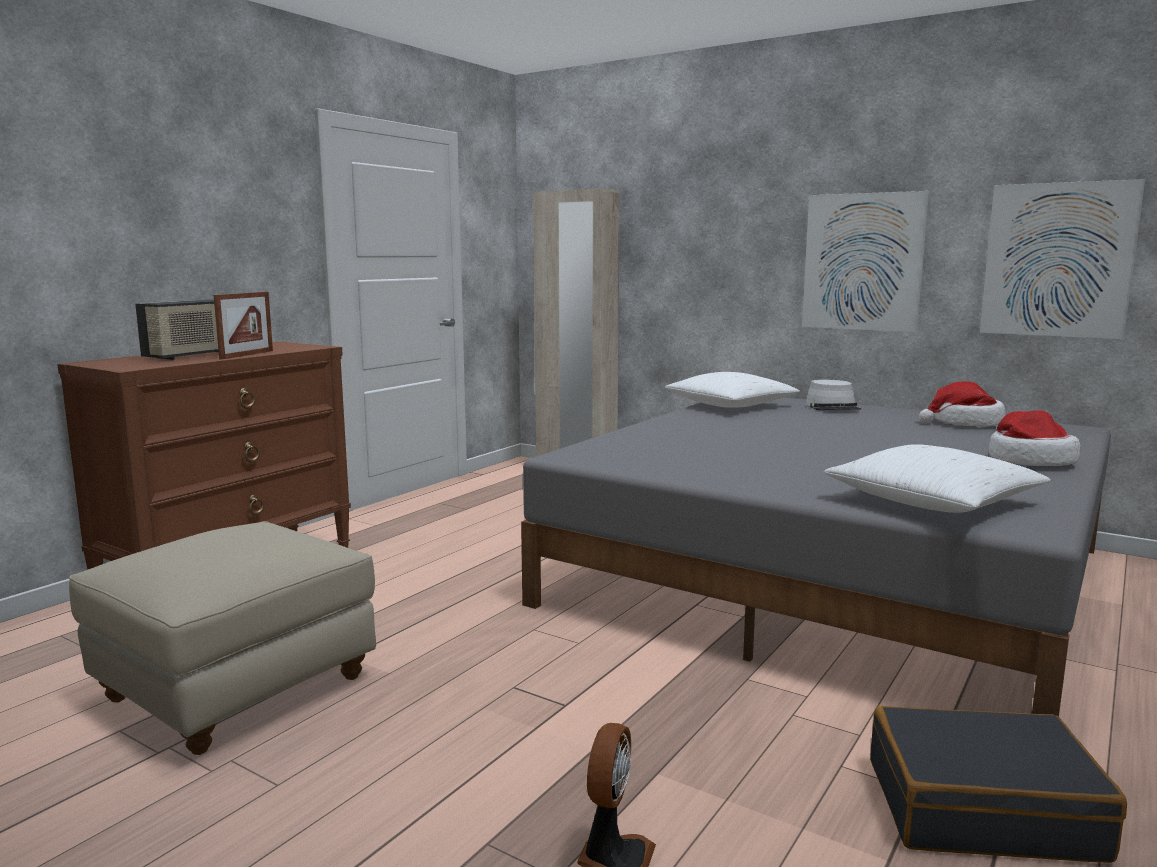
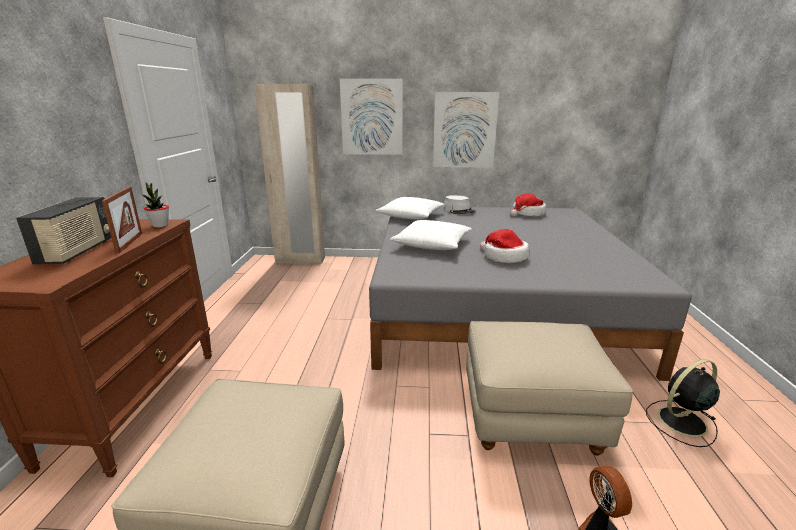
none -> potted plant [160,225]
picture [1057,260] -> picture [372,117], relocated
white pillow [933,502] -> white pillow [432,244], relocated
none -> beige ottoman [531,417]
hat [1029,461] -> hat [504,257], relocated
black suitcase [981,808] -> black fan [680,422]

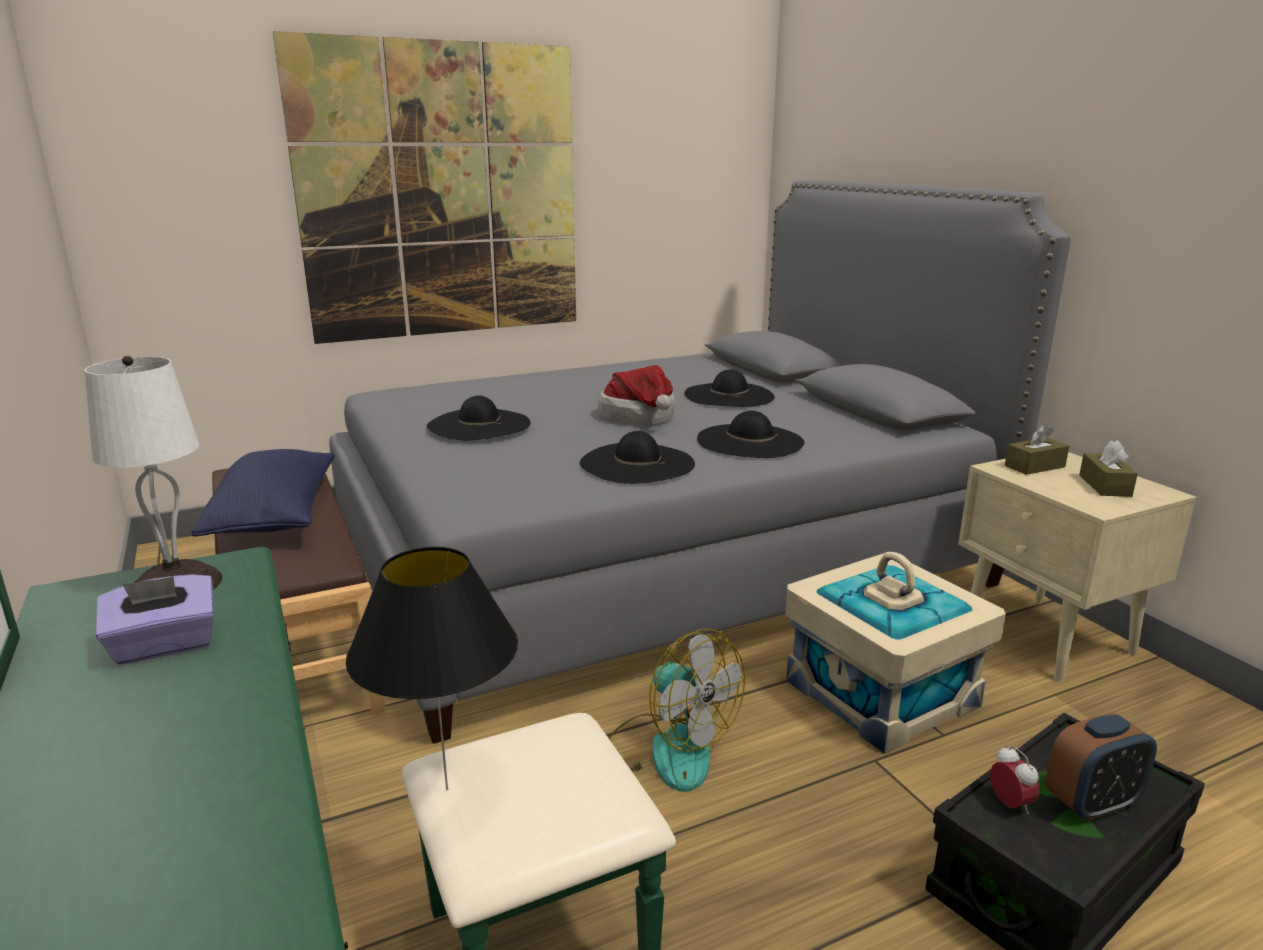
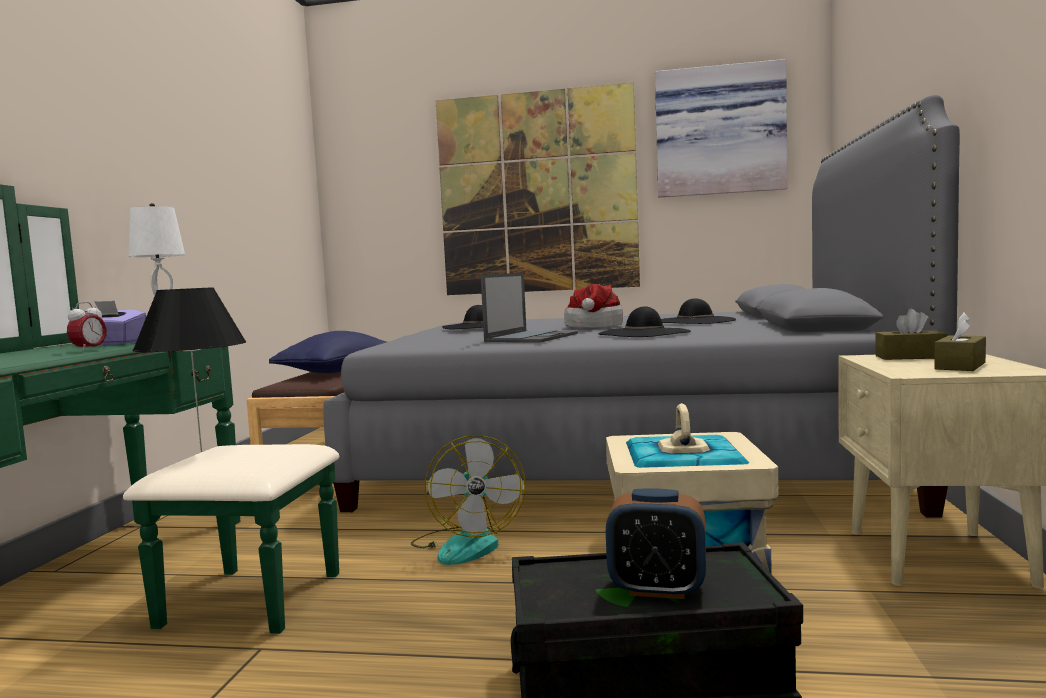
alarm clock [1010,804] -> alarm clock [89,350], relocated
black hat [637,463] -> laptop [532,337]
none -> picture [719,131]

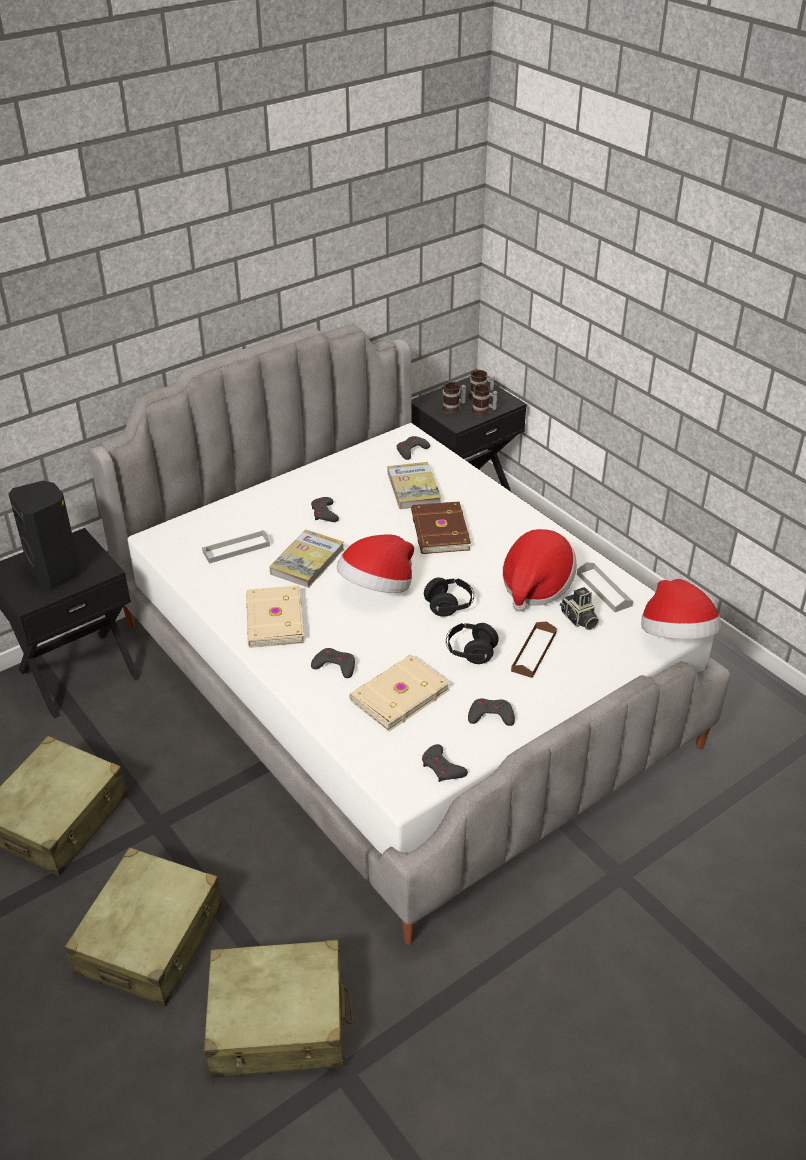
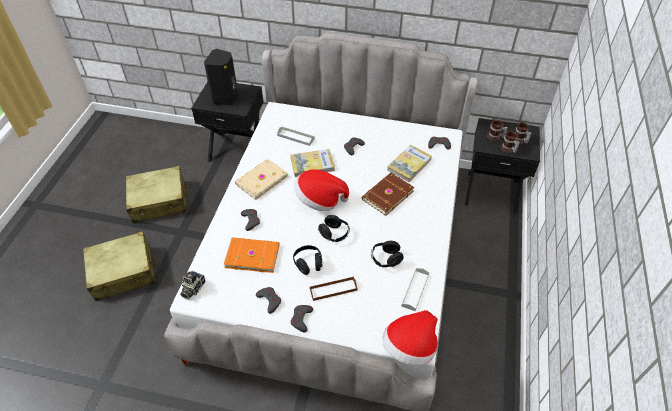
photo camera [578,620] -> photo camera [192,289], relocated
beige book [398,694] -> orange book [252,255]
grey game controller [442,768] -> grey game controller [301,319], relocated
hat [535,586] -> black headphones [386,259]
beige suitcase [279,1022] -> none

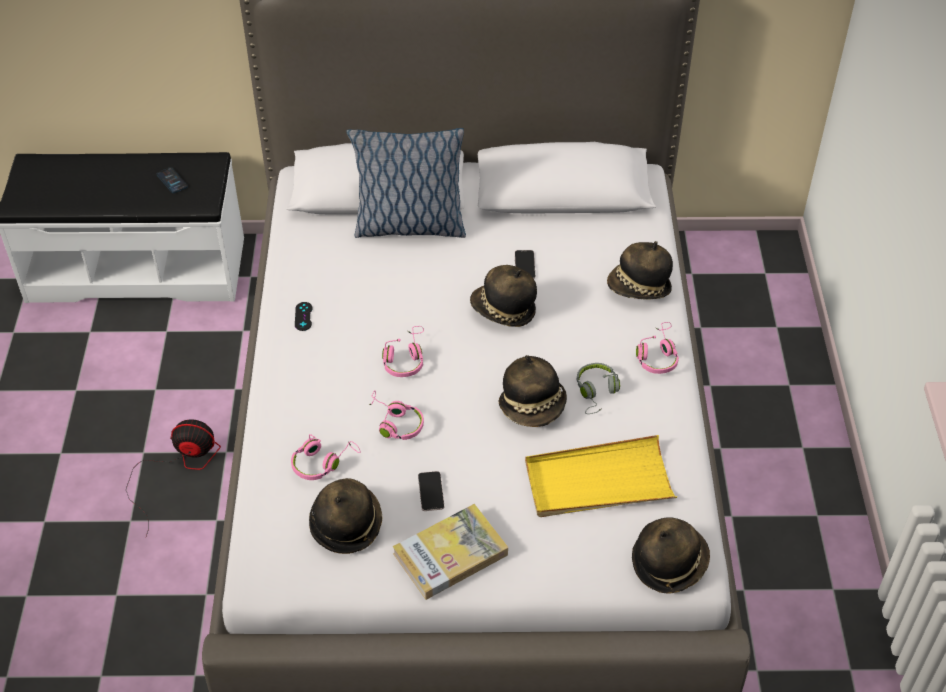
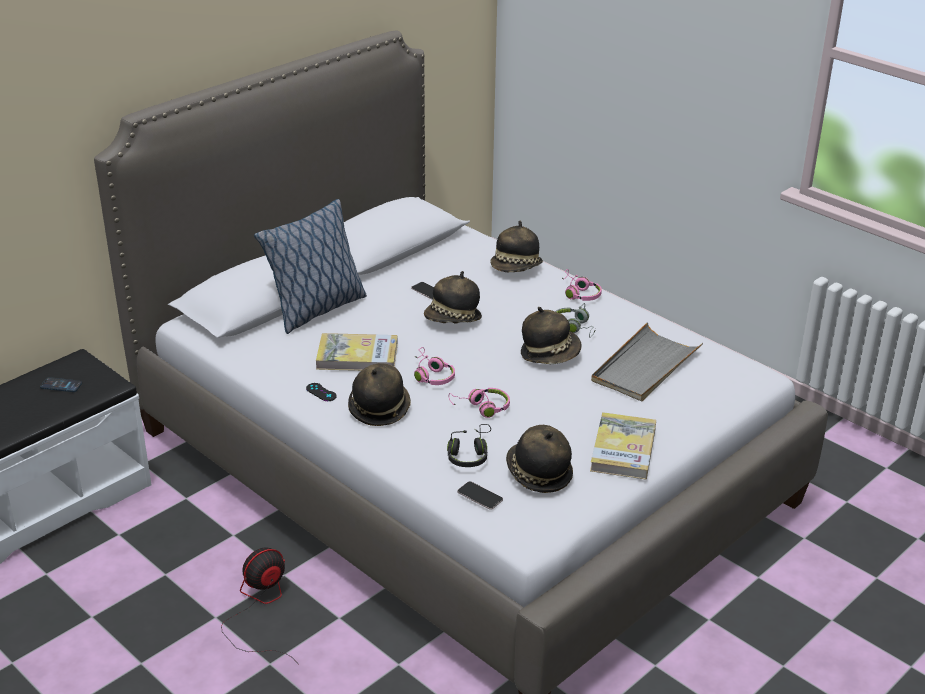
none -> book [357,356]
hat [669,562] -> hat [379,408], relocated
pink headphones [322,462] -> black headphones [469,454]
phone [431,491] -> phone [480,496], relocated
yellow tray [598,481] -> grey tray [645,367]

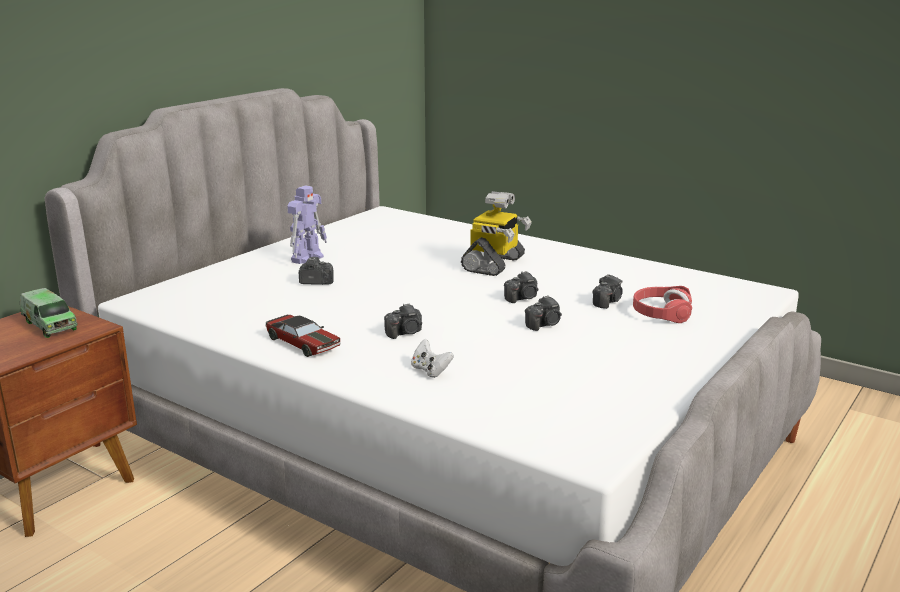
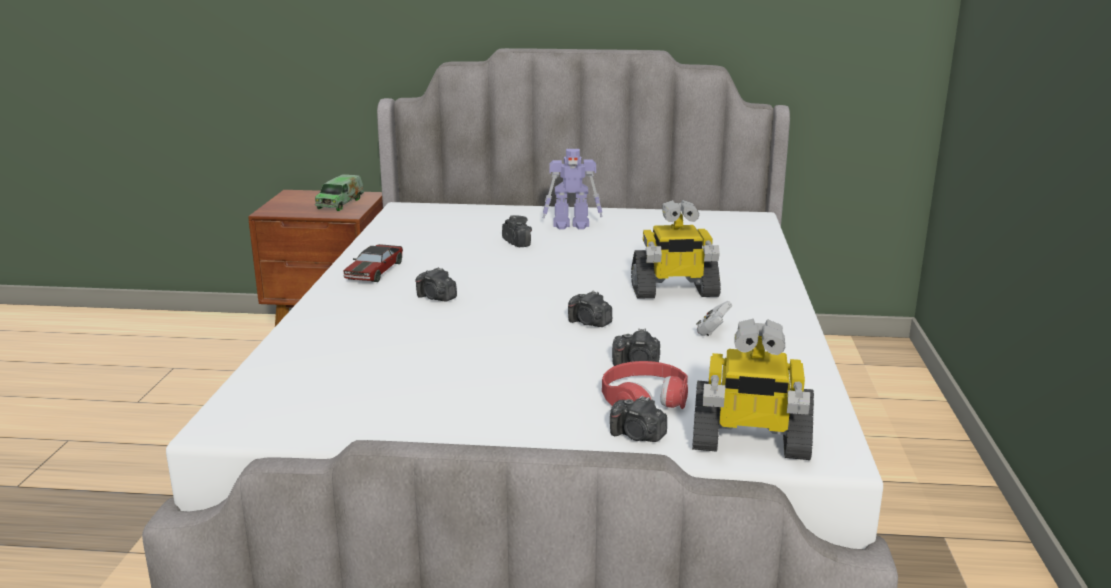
photo camera [544,325] -> photo camera [637,436], relocated
none -> toy robot [749,442]
white game controller [430,371] -> white game controller [712,331], relocated

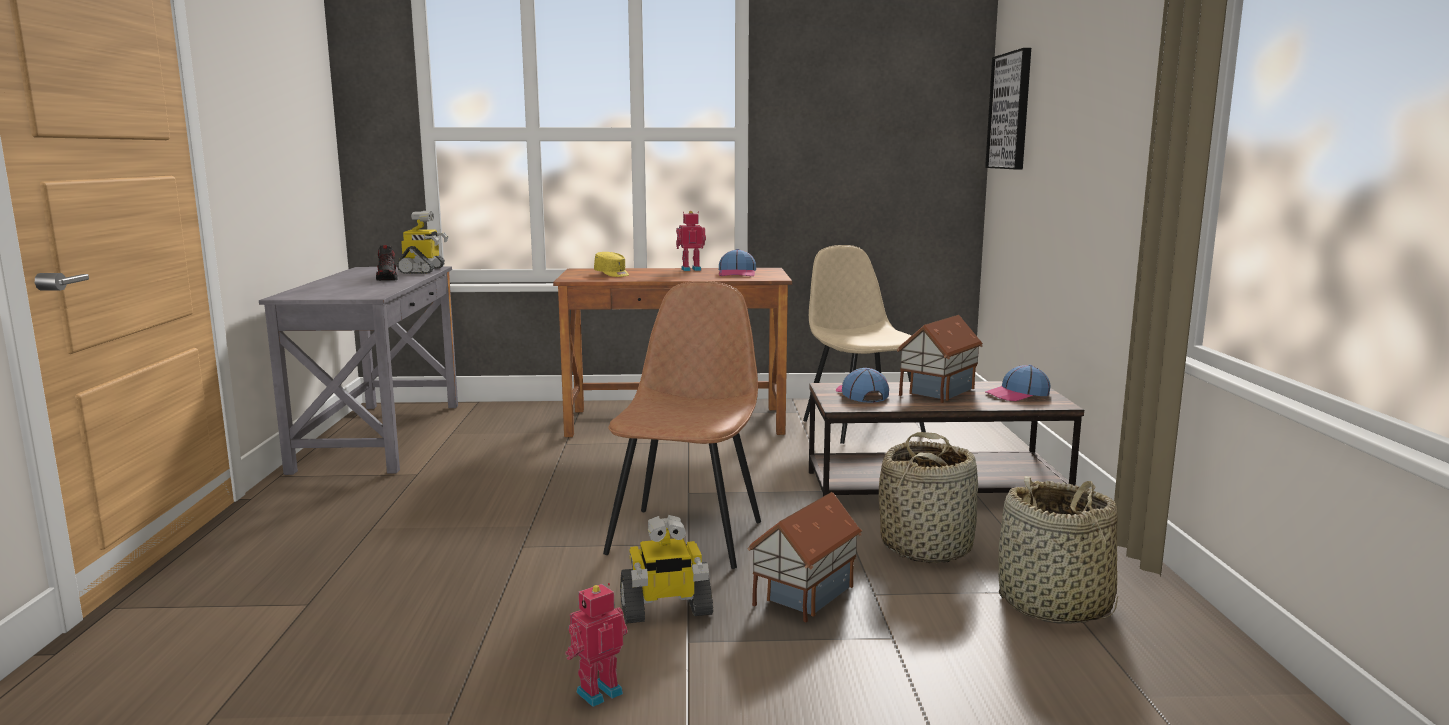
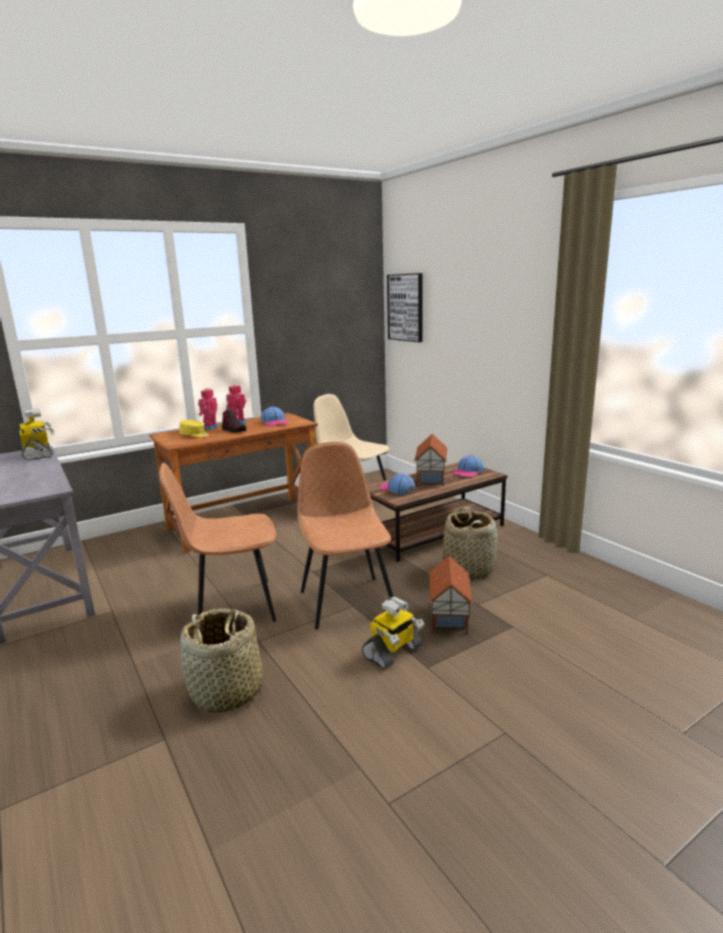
none -> brown chair [232,606]
basket [1054,604] -> basket [227,692], relocated
toy robot [597,691] -> toy robot [210,427], relocated
shoe [387,279] -> shoe [234,430], relocated

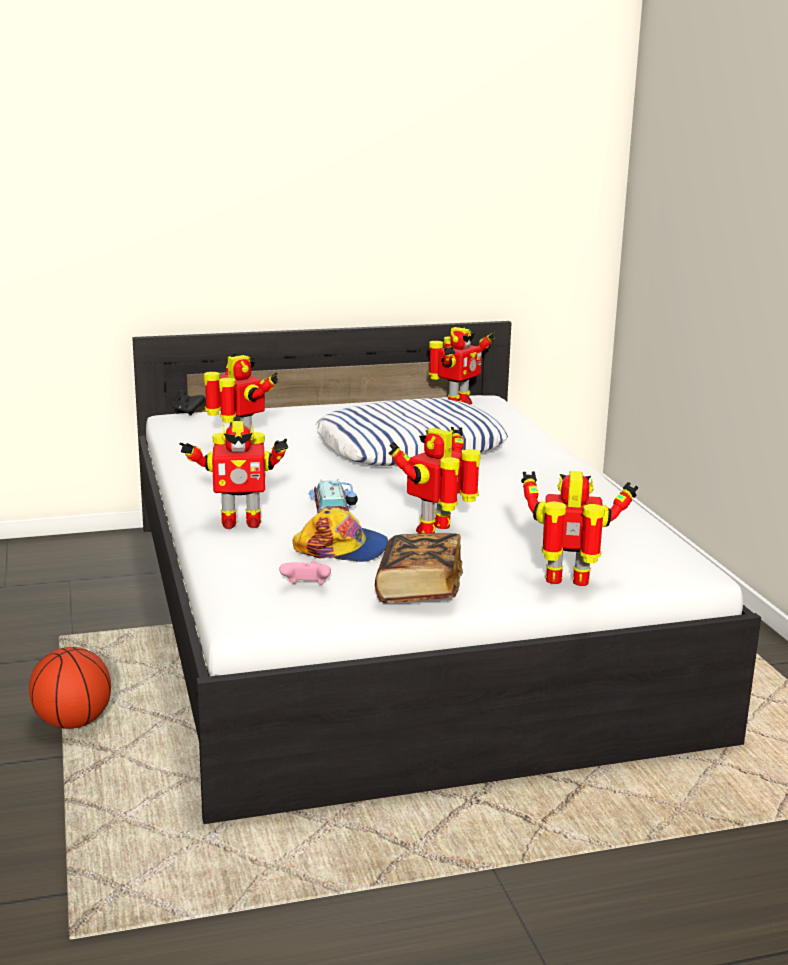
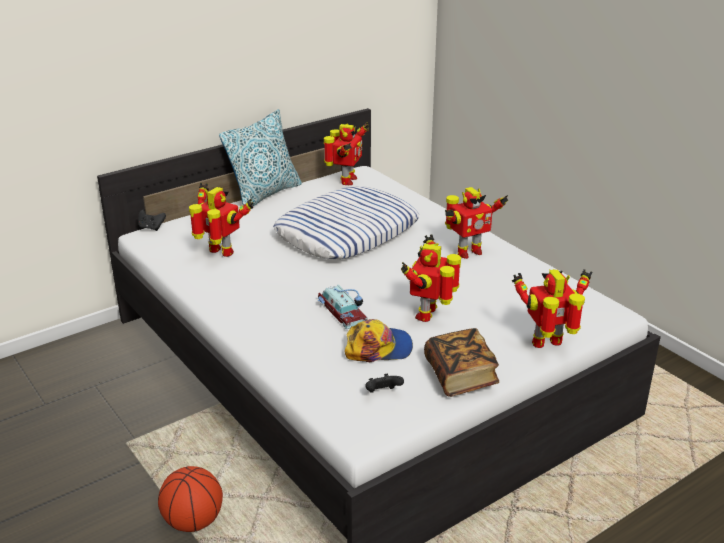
none -> pillow [264,194]
pink game controller [306,587] -> black game controller [382,393]
toy robot [239,522] -> toy robot [467,252], relocated

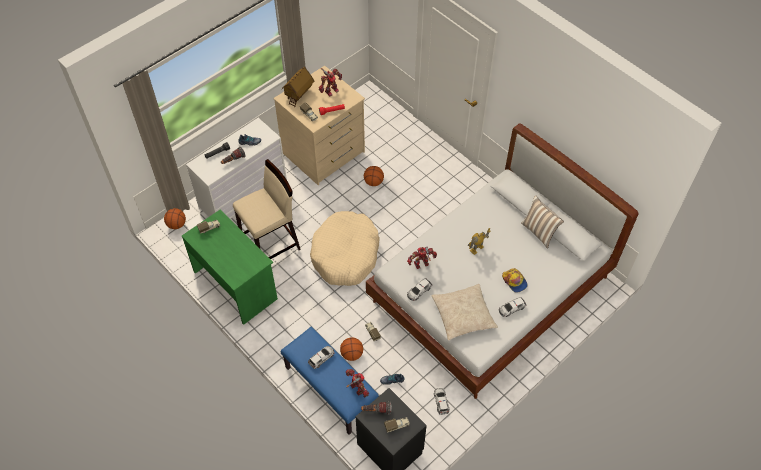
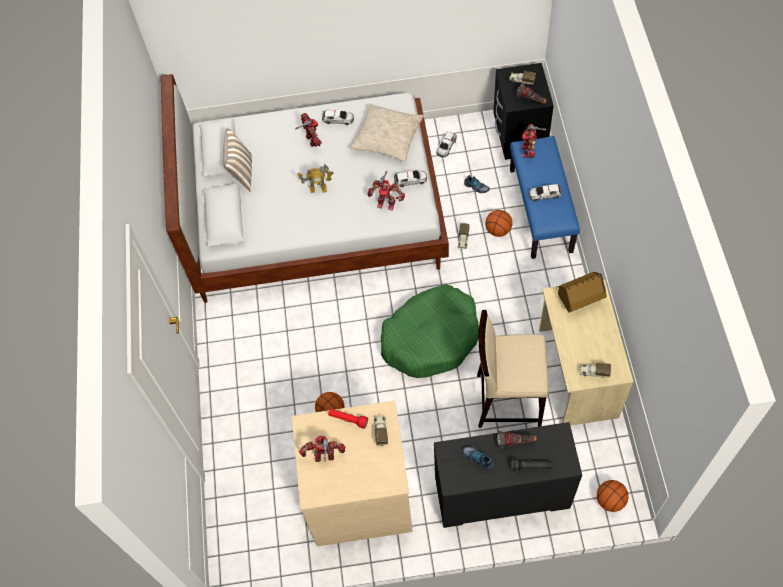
cap [514,281] -> toy robot [312,140]
beige dog bed [345,254] -> green dog bed [431,337]
white dresser [243,194] -> black dresser [501,494]
green desk [236,284] -> beige desk [576,373]
toy house [298,94] -> toy house [579,299], relocated

